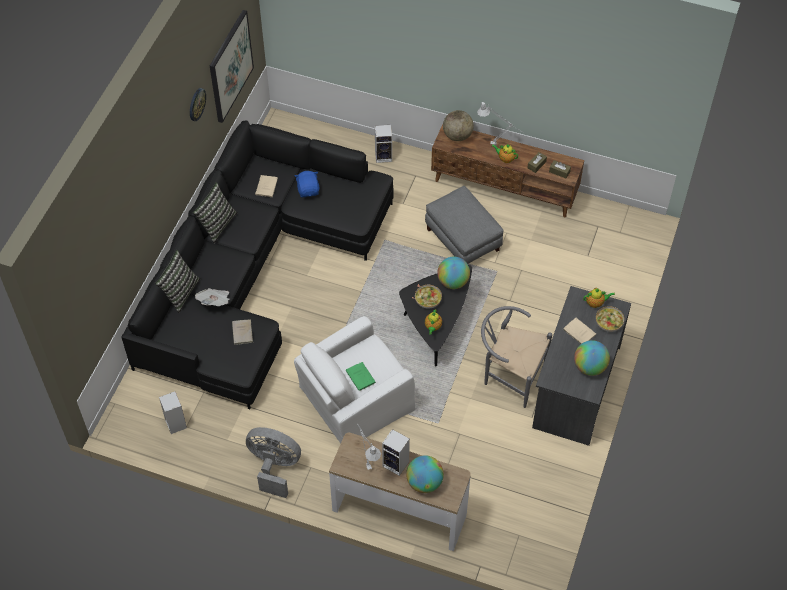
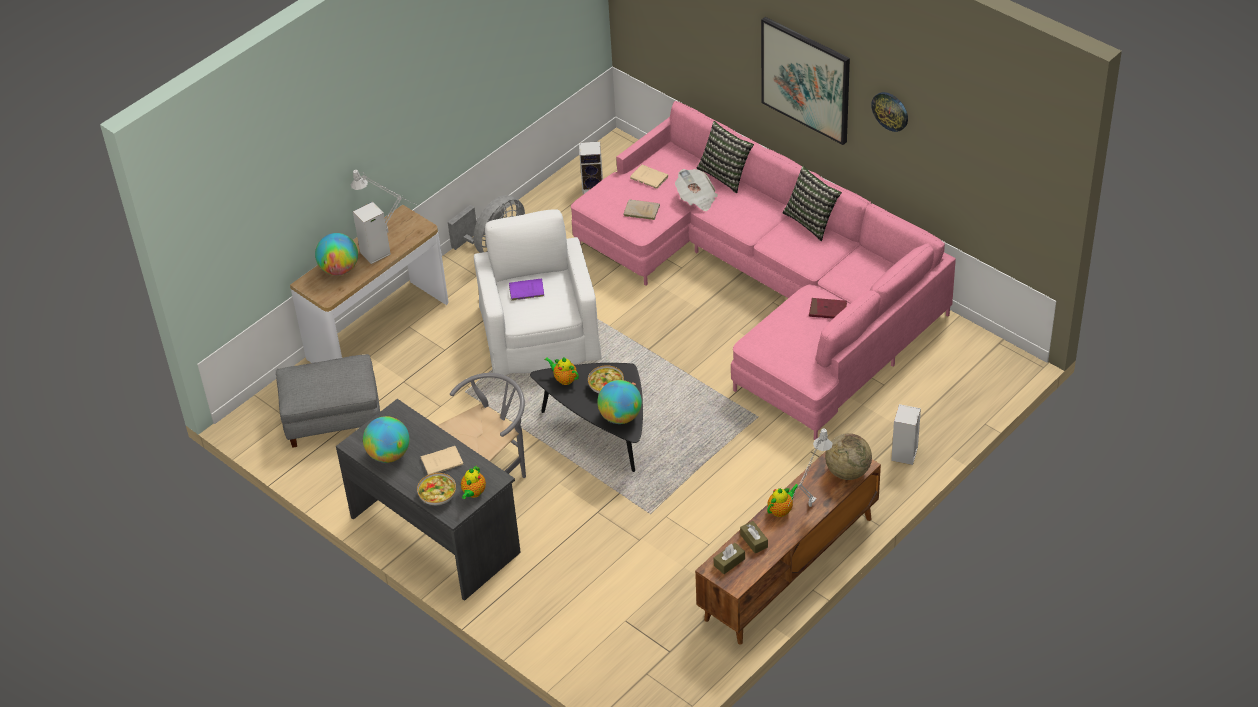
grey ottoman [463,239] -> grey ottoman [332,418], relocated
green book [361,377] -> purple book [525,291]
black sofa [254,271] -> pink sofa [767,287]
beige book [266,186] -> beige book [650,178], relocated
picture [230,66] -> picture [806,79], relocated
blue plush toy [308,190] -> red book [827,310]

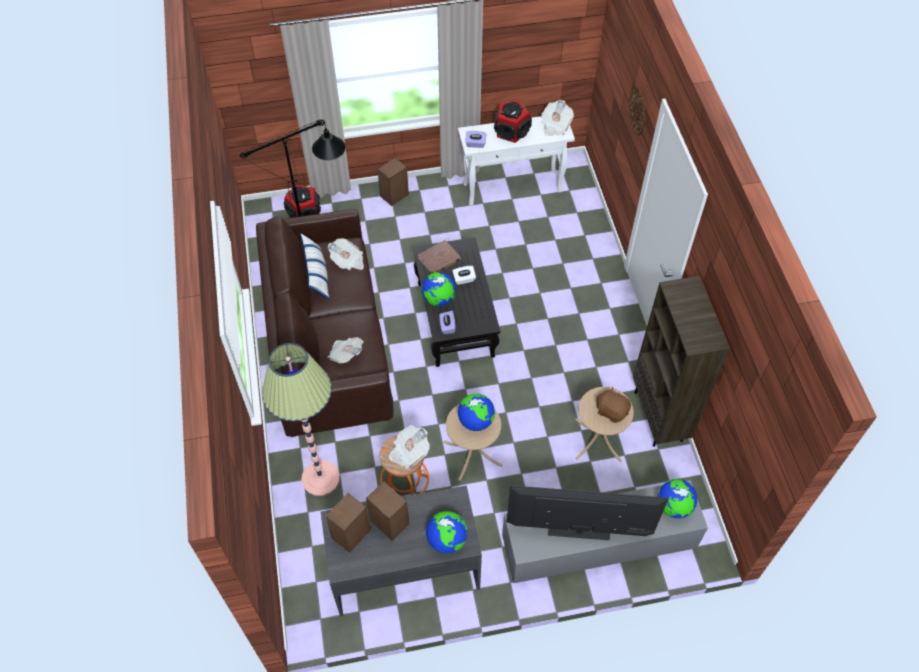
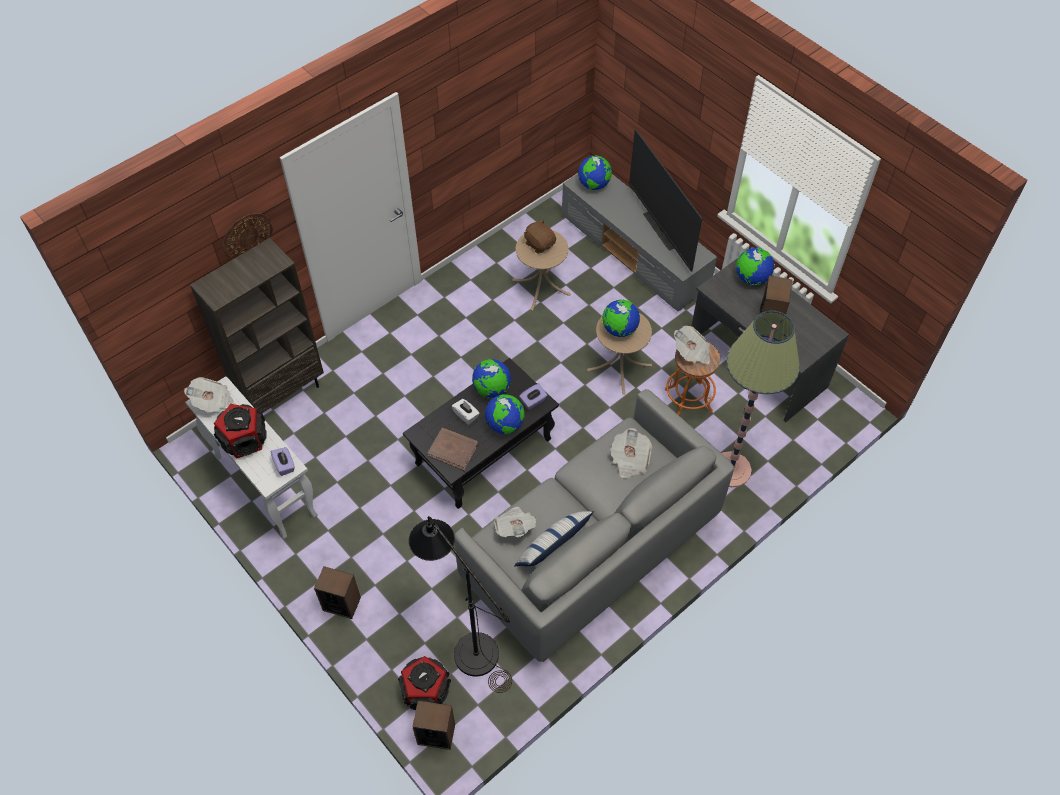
brown bookcase [659,416] -> brown bookcase [282,393], relocated
speaker [351,533] -> speaker [436,734], relocated
brown sofa [328,346] -> grey sofa [591,548]
none -> globe [492,389]
brown plush toy [611,411] -> brown plush toy [540,244], 135 degrees clockwise

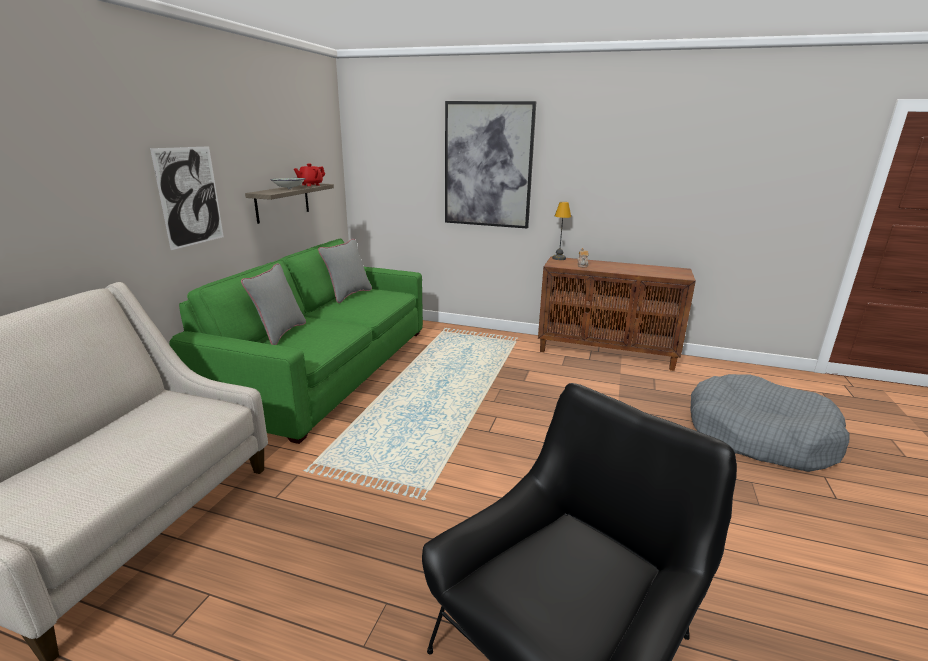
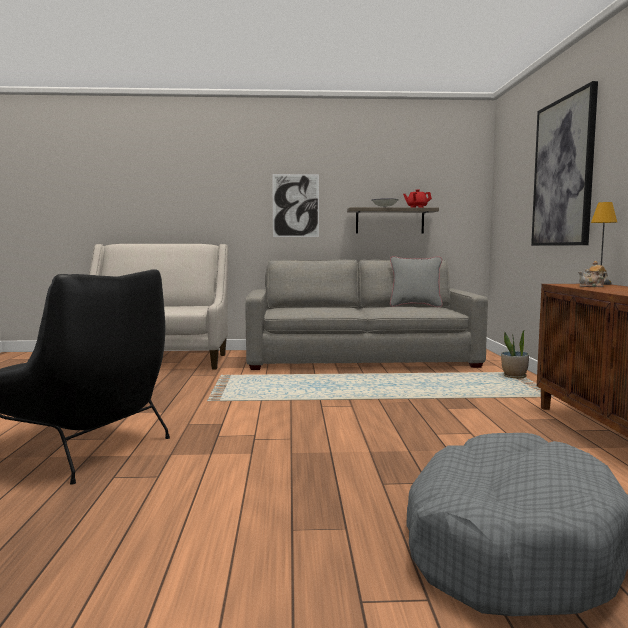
green sofa [325,369] -> grey sofa [360,358]
none -> potted plant [514,376]
grey pillow [280,333] -> none

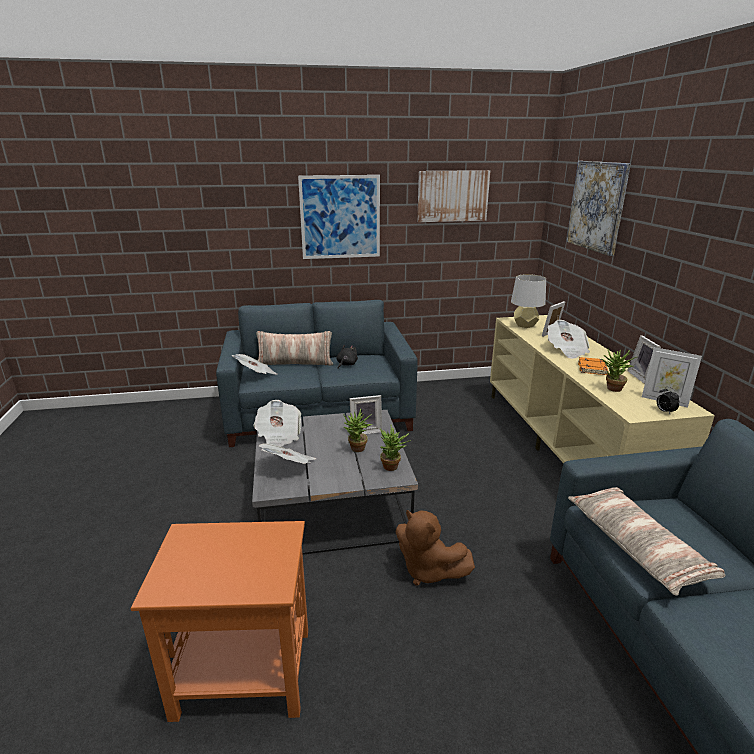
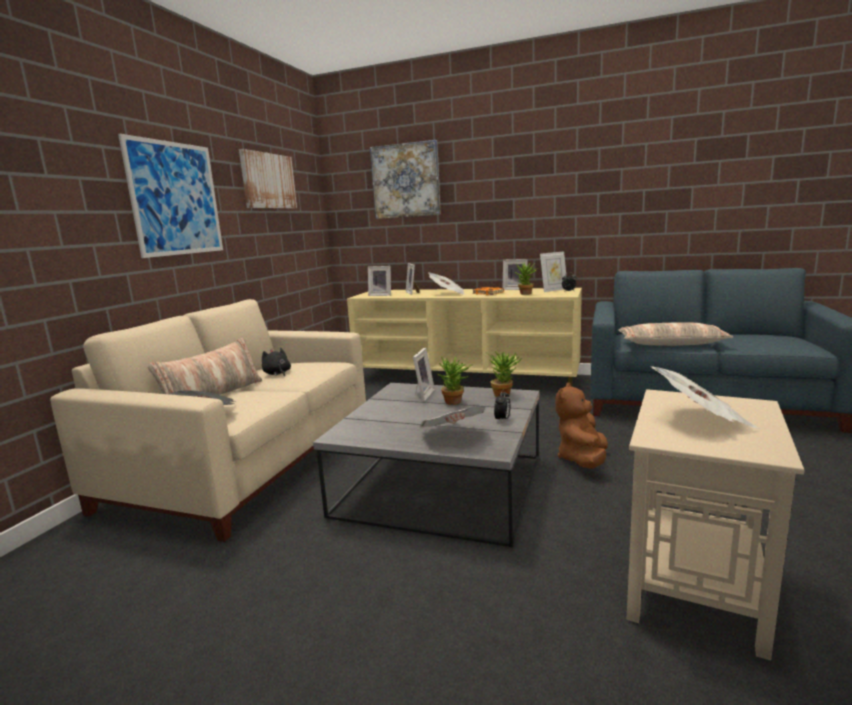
blue sofa [320,413] -> beige sofa [249,461]
grey table lamp [525,325] -> picture frame [381,295]
none -> alarm clock [502,419]
brown plush toy [428,570] -> brown plush toy [582,460], 135 degrees clockwise
orange side table [242,672] -> beige side table [695,588]
newspaper [278,436] -> newspaper [701,420], relocated

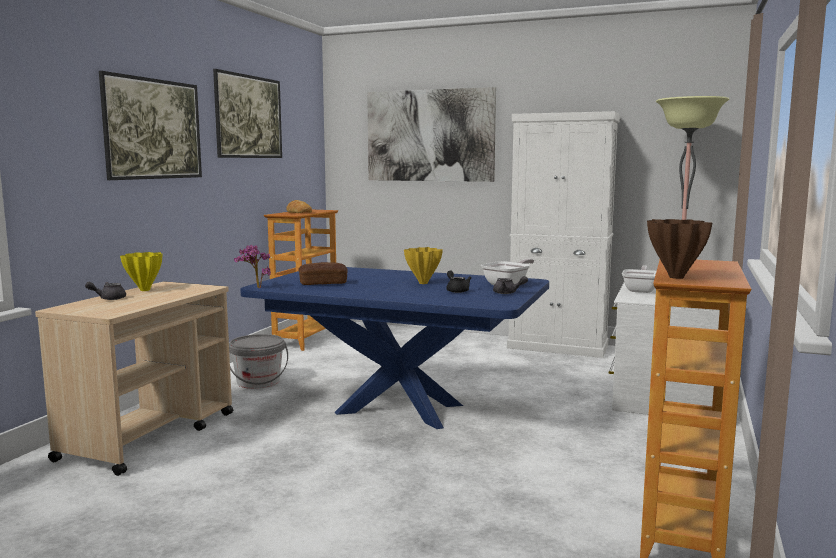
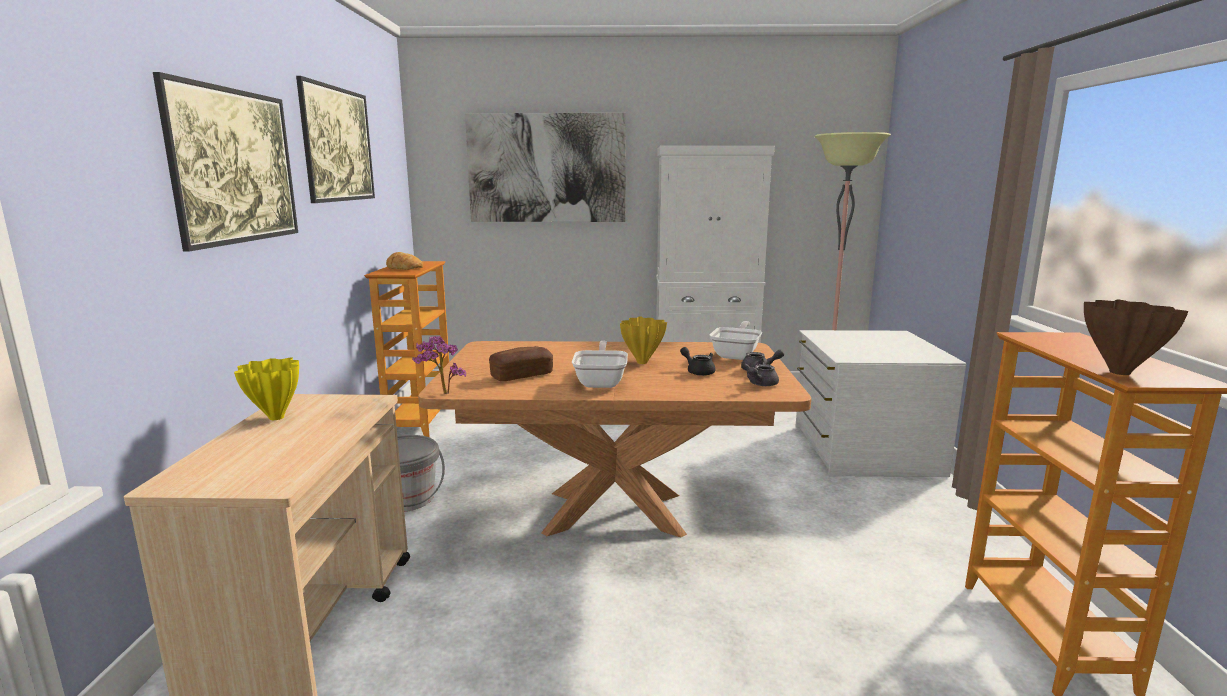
blue dining table [400,409] -> brown dining table [615,513]
frying pan [641,290] -> frying pan [601,381], relocated
grey teapot [108,298] -> grey teapot [760,384], relocated

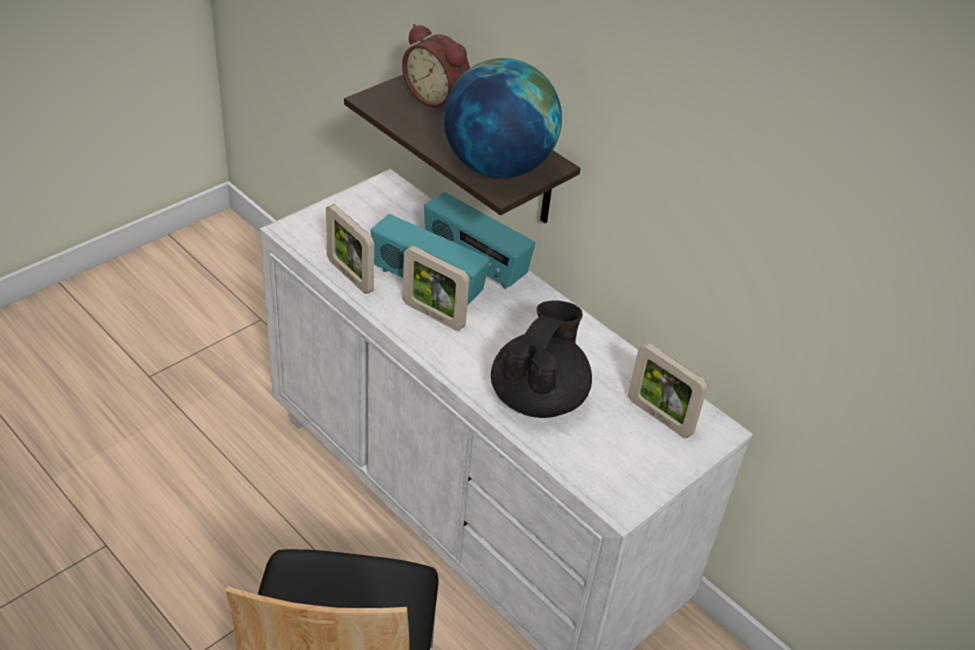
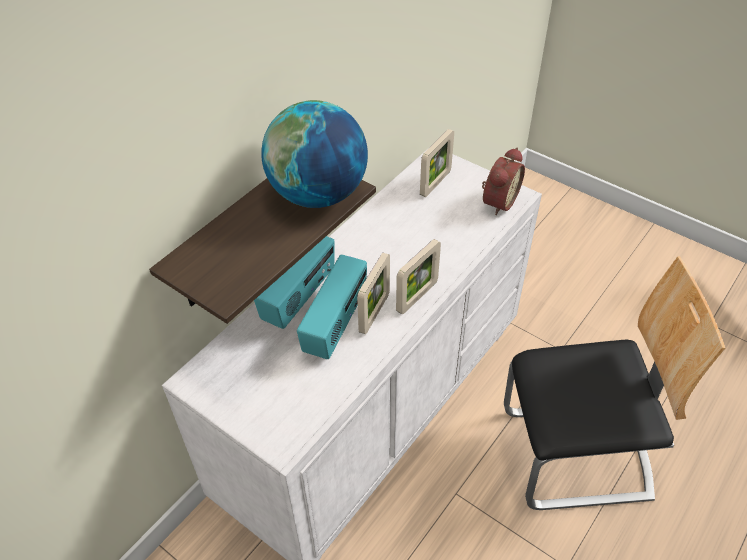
picture frame [350,276] -> picture frame [417,297], relocated
alarm clock [437,97] -> alarm clock [498,201], relocated
black teapot [538,396] -> none

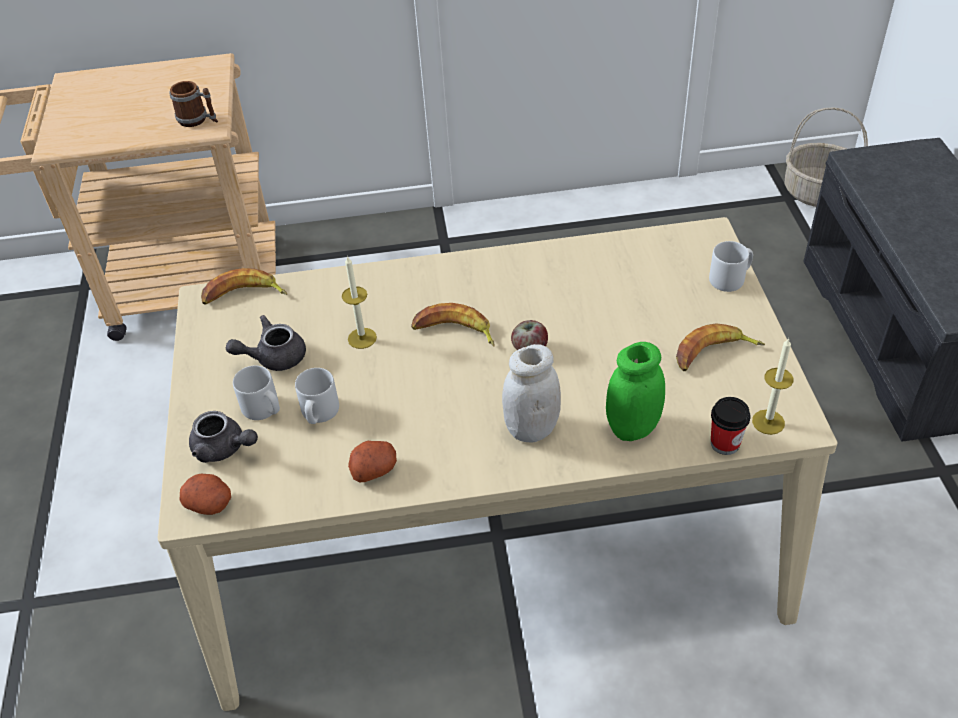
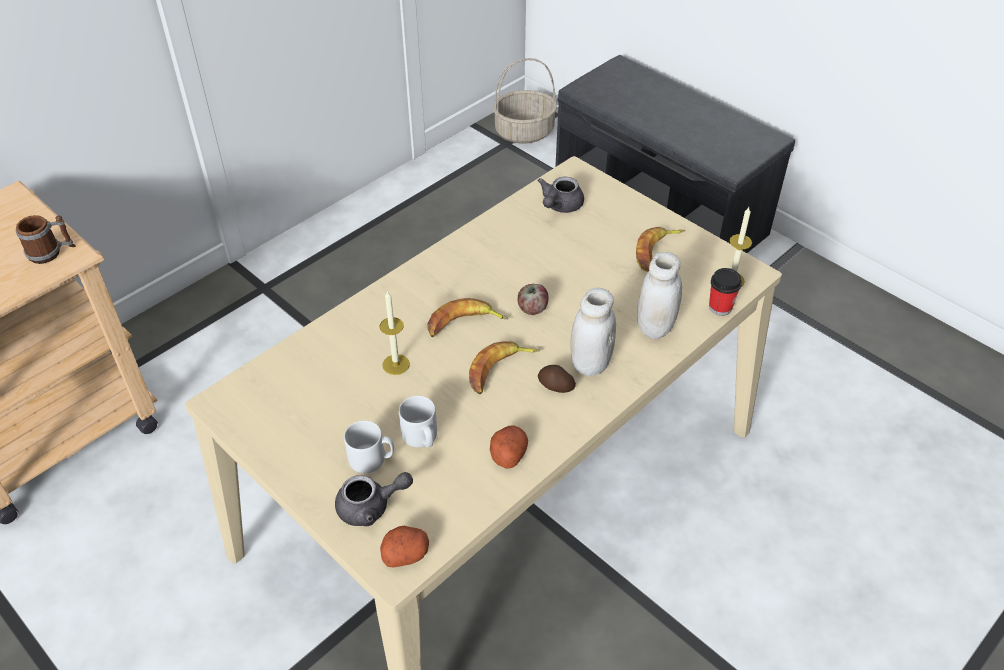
banana [244,295] -> banana [499,371], relocated
grey teapot [273,357] -> grey teapot [559,206], relocated
none -> potato [555,386]
green jar [633,427] -> white jar [655,327]
grey mug [730,279] -> none

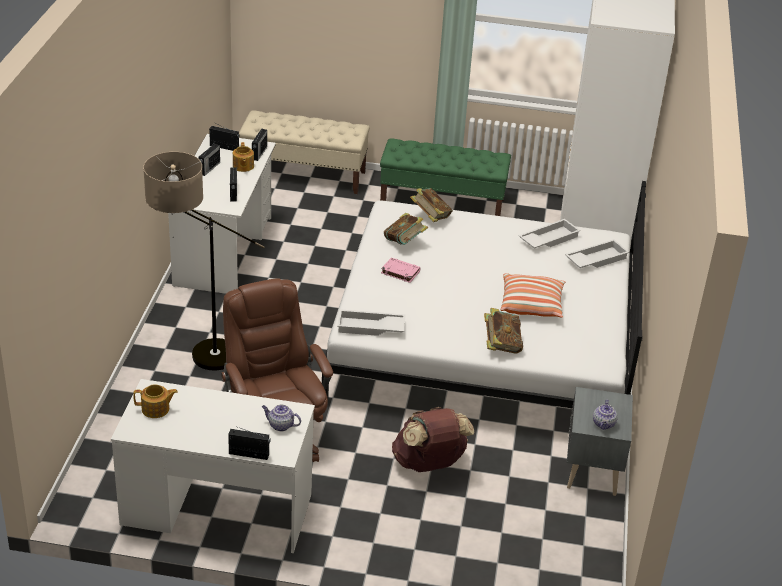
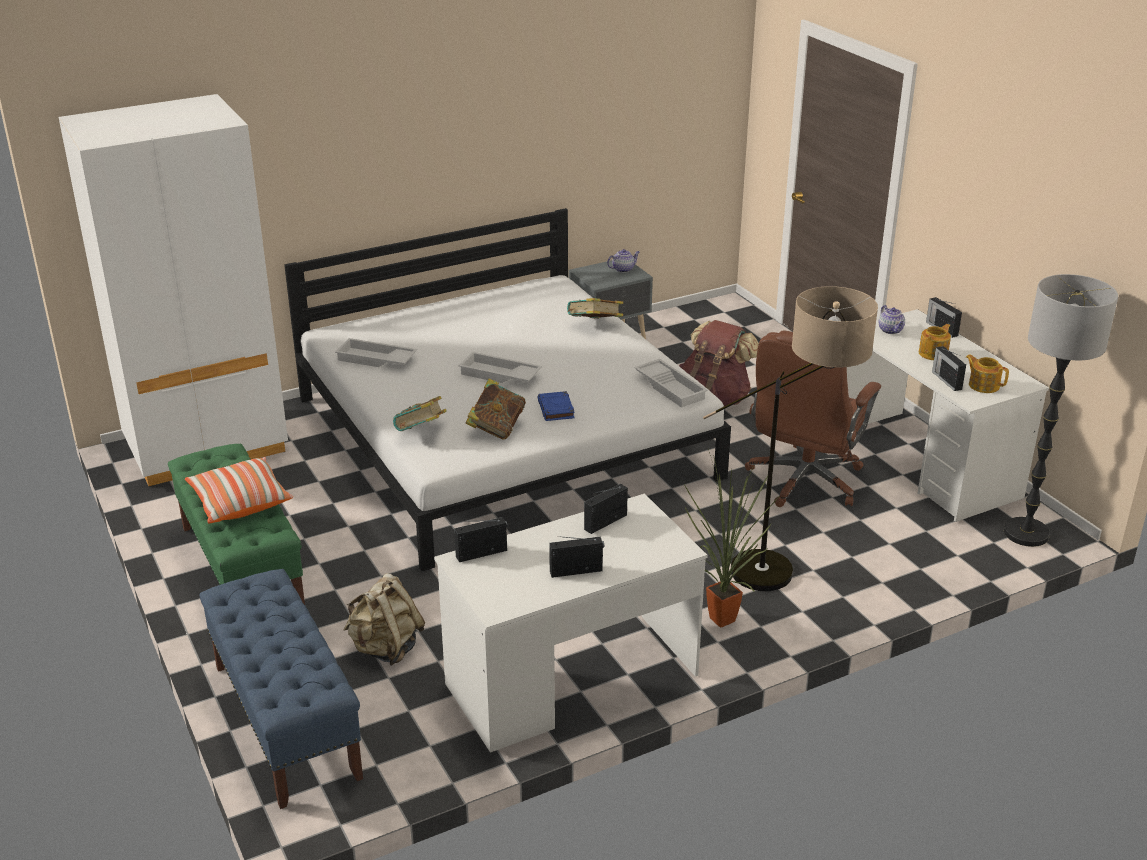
pillow [531,305] -> pillow [239,502], relocated
beige bench [304,175] -> blue bench [285,720]
none -> beige backpack [385,648]
white tray [596,259] -> white tray [499,375], relocated
pink book [400,272] -> blue book [556,409]
none -> potted plant [720,617]
teapot [243,166] -> teapot [934,353], relocated
radio [224,147] -> radio [946,380], relocated
none -> floor lamp [1026,533]

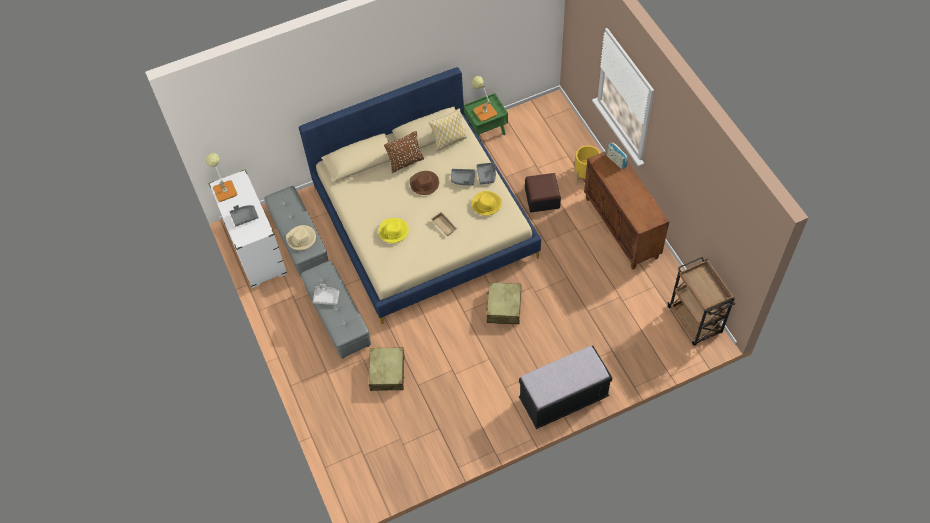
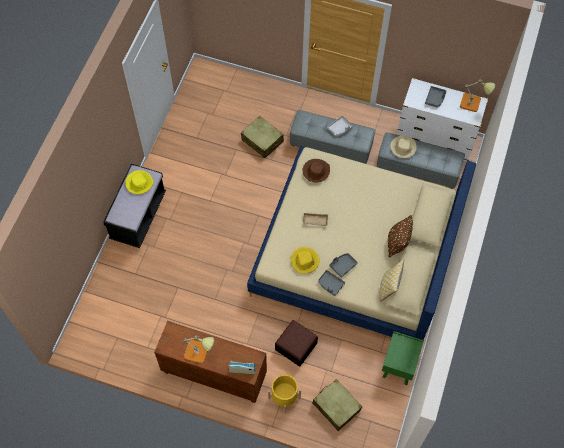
yellow hat [393,231] -> yellow hat [139,183], relocated
table lamp [483,110] -> table lamp [200,352], relocated
brown hat [424,184] -> brown hat [316,171], relocated
beige suitcase [504,307] -> beige suitcase [336,407], relocated
brown cart [695,321] -> none

